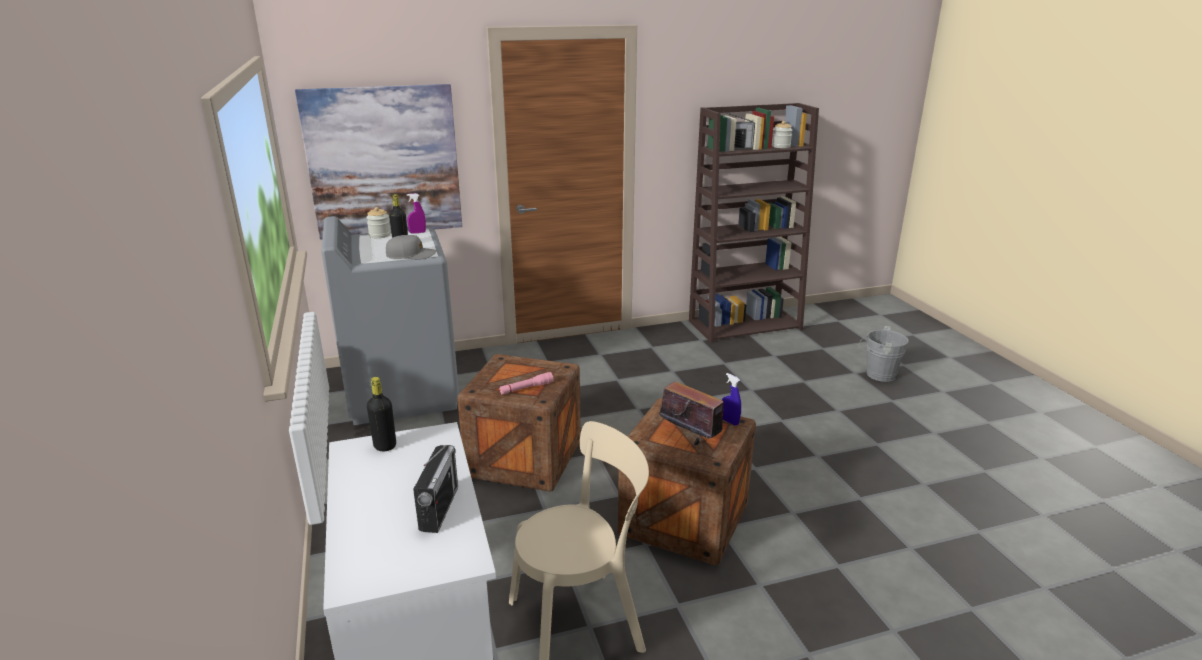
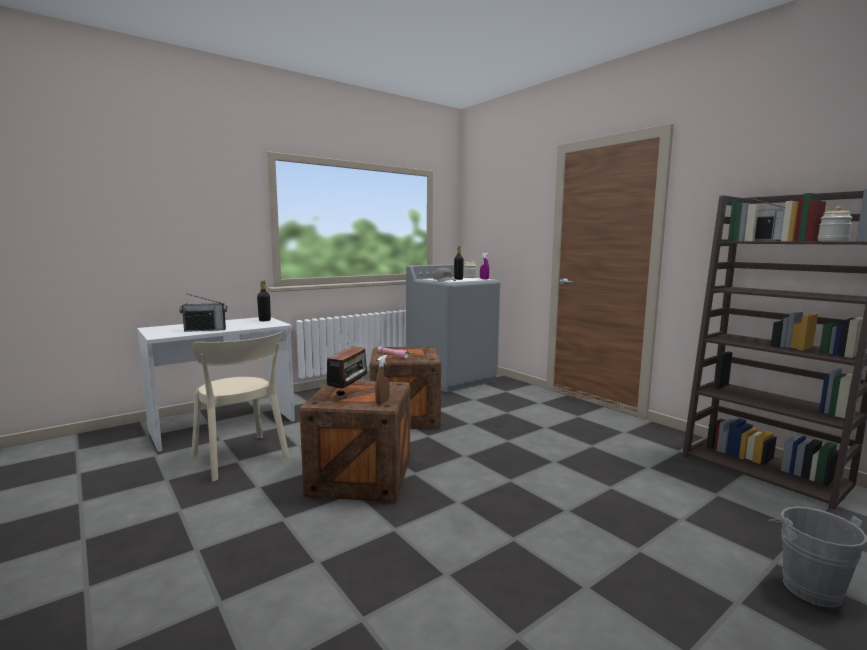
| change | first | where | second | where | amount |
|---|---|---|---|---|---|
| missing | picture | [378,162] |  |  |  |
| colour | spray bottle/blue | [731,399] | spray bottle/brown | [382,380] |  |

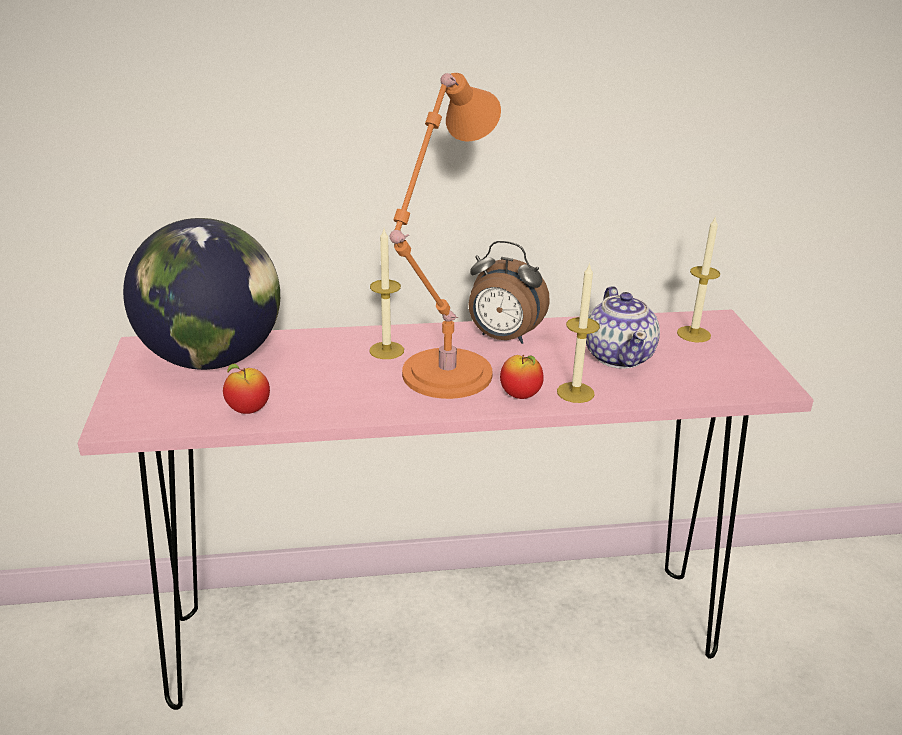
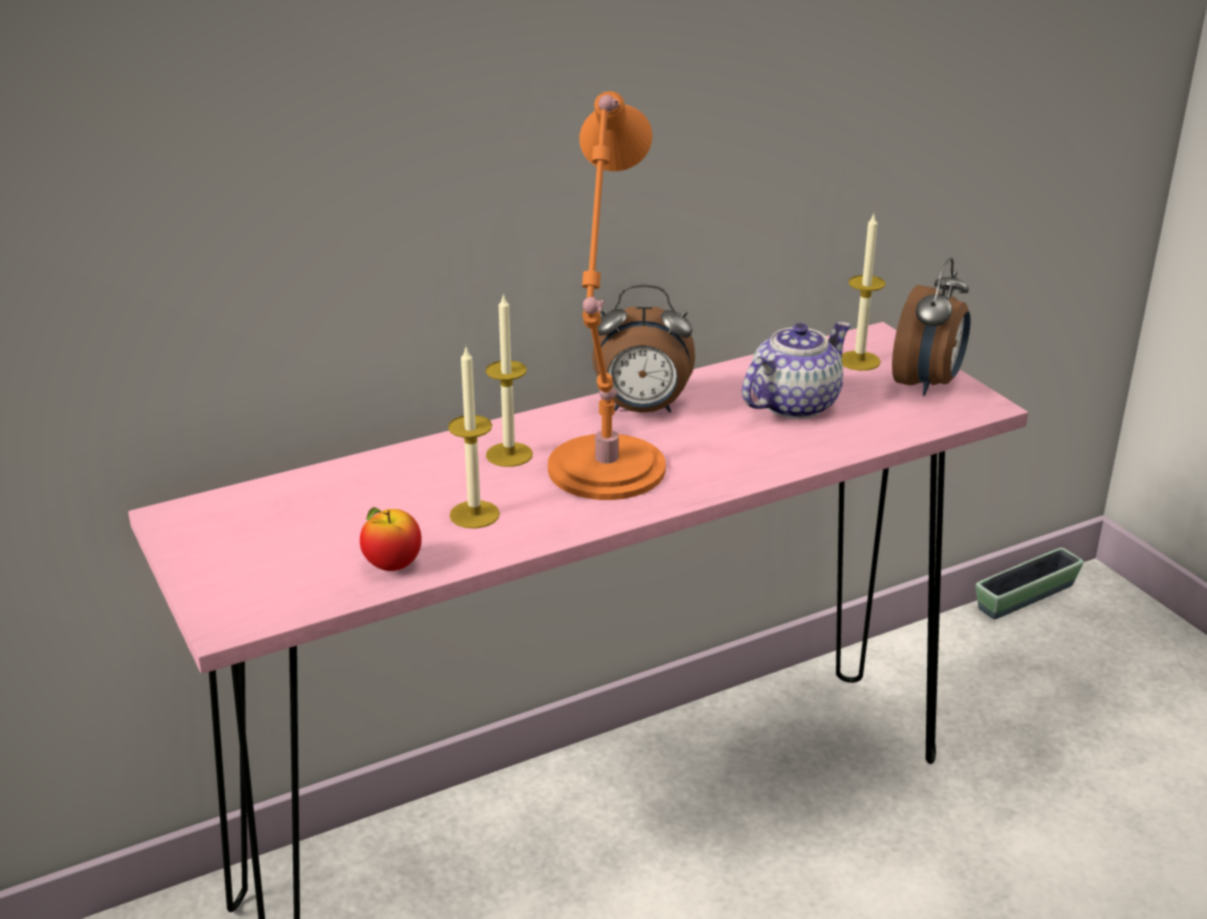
| change | first | where | second | where | amount |
|---|---|---|---|---|---|
| missing | globe | [201,294] |  |  |  |
| missing | apple | [522,377] |  |  |  |
| appeared |  |  | alarm clock | [931,326] |  |
| appeared |  |  | planter | [1030,583] |  |
| relocated | candle | [578,333] |  | [474,437] |  |
| spun | teapot | [623,327] |  | [796,370] | 105 degrees counterclockwise |

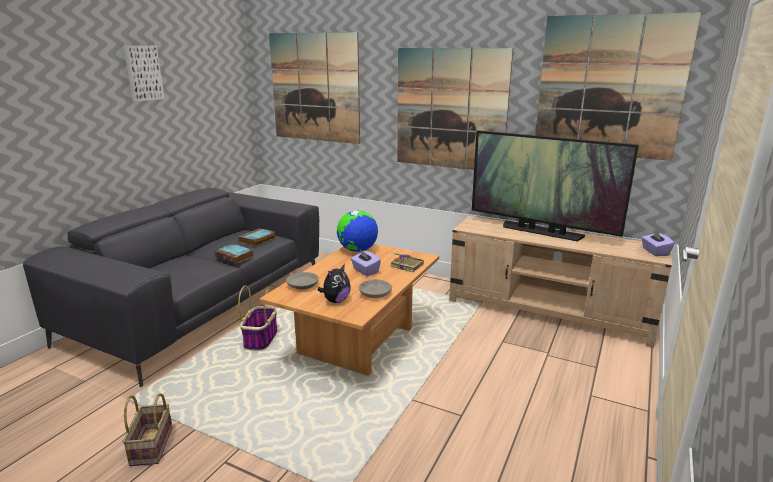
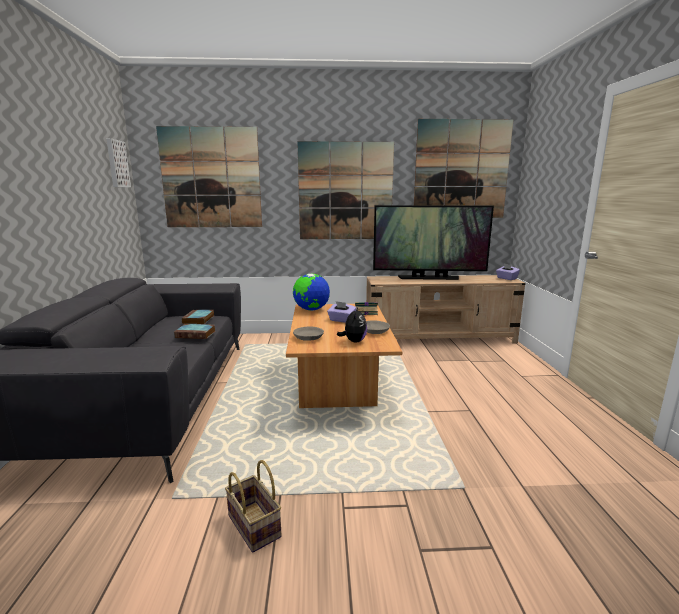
| change | first | where | second | where | amount |
|---|---|---|---|---|---|
| missing | basket | [258,318] |  |  |  |
| relocated | picture | [144,74] |  | [118,162] |  |

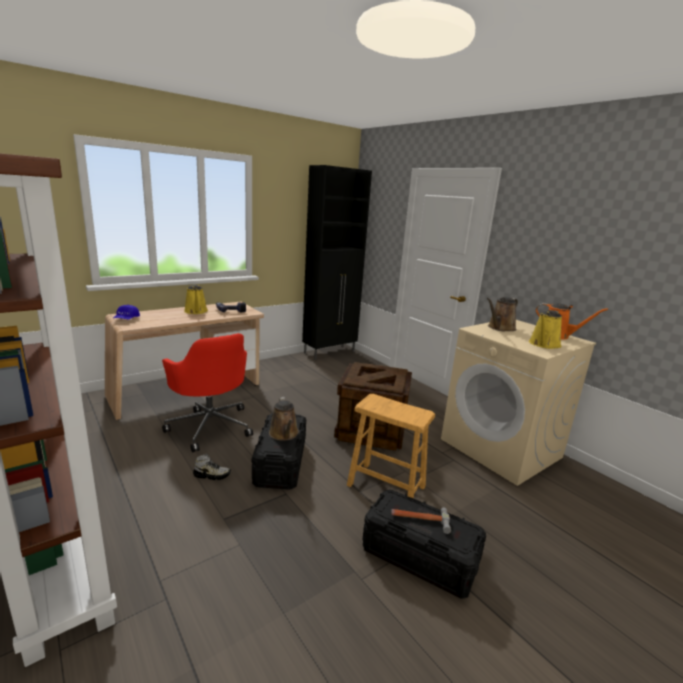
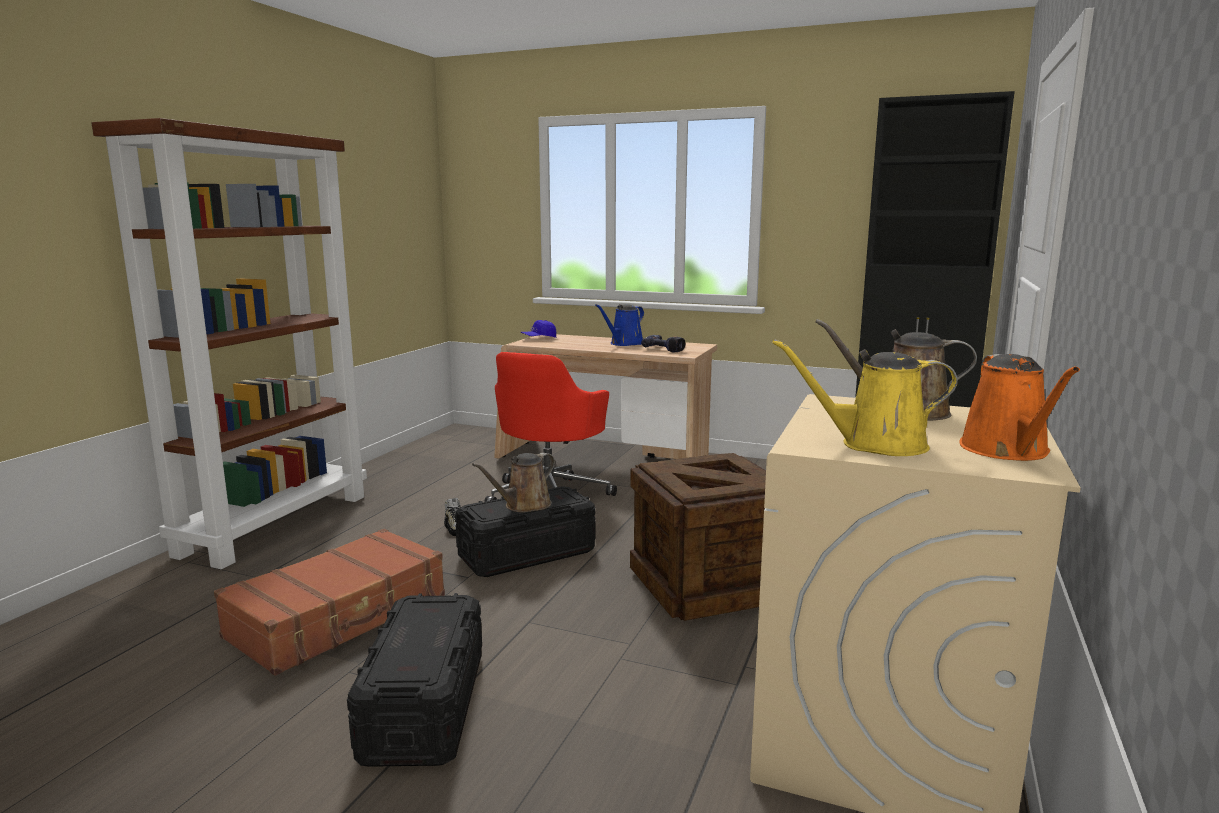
| change | first | where | second | where | amount |
|---|---|---|---|---|---|
| missing | stool/brown | [391,446] |  |  |  |
| missing | hammer | [421,520] |  |  |  |
| appeared |  |  | suitcase/brown | [329,602] |  |
| colour | watering can/yellow | [196,299] | watering can/blue | [619,325] |  |

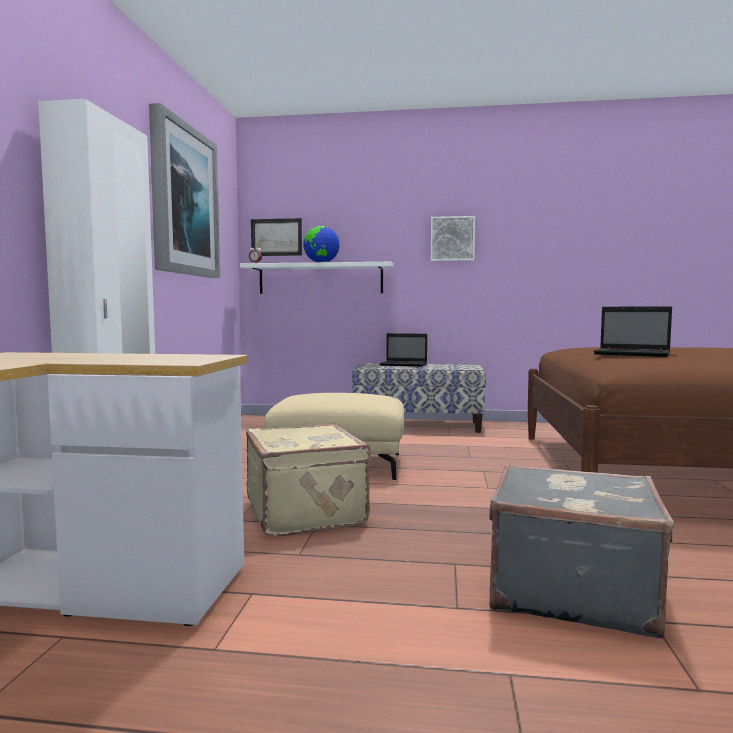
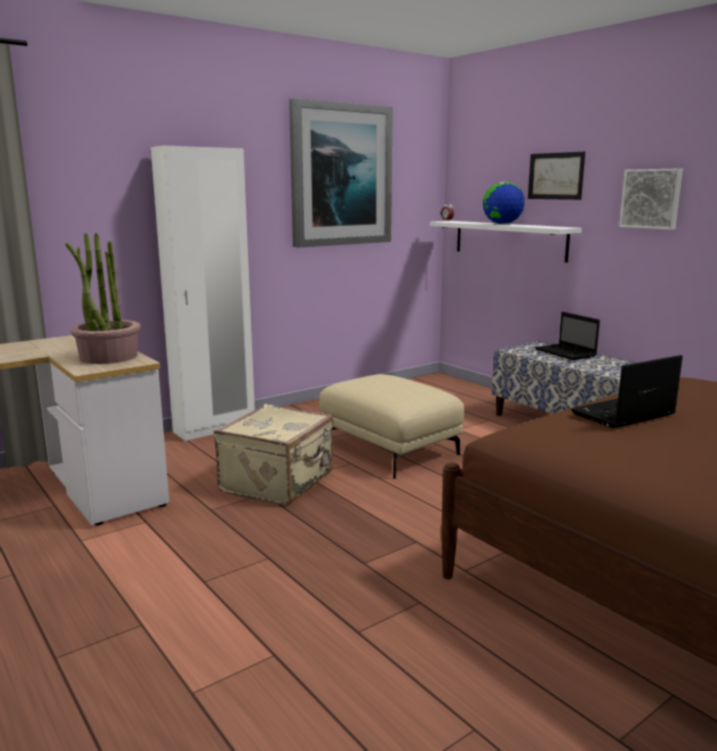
| change | first | where | second | where | amount |
|---|---|---|---|---|---|
| missing | suitcase/grey | [581,551] |  |  |  |
| appeared |  |  | potted plant | [103,298] |  |
| relocated | picture | [276,237] |  | [556,176] |  |
| spun | laptop | [632,331] |  | [627,391] | 75 degrees clockwise |

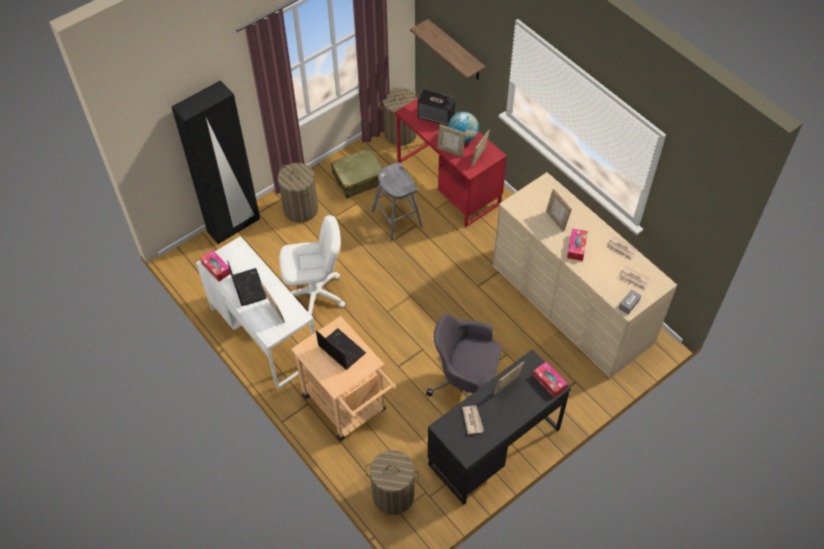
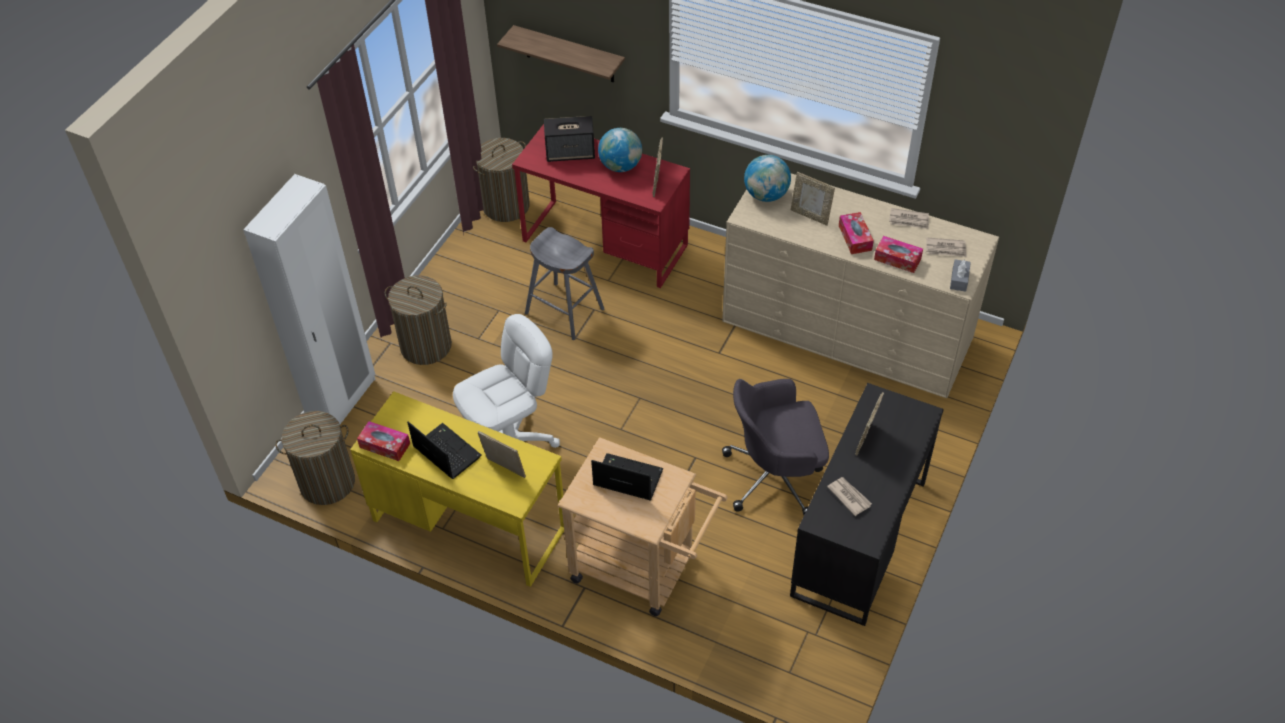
| change | first | where | second | where | amount |
|---|---|---|---|---|---|
| missing | suitcase/beige | [356,172] |  |  |  |
| missing | picture frame | [451,140] |  |  |  |
| appeared |  |  | globe | [767,178] |  |
| relocated | laundry basket | [392,482] |  | [315,458] |  |
| relocated | tissue box | [550,380] |  | [898,254] |  |
| colour | wardrobe/black | [216,162] | wardrobe/white | [309,299] |  |
| colour | desk/white | [255,312] | desk/yellow | [457,489] |  |

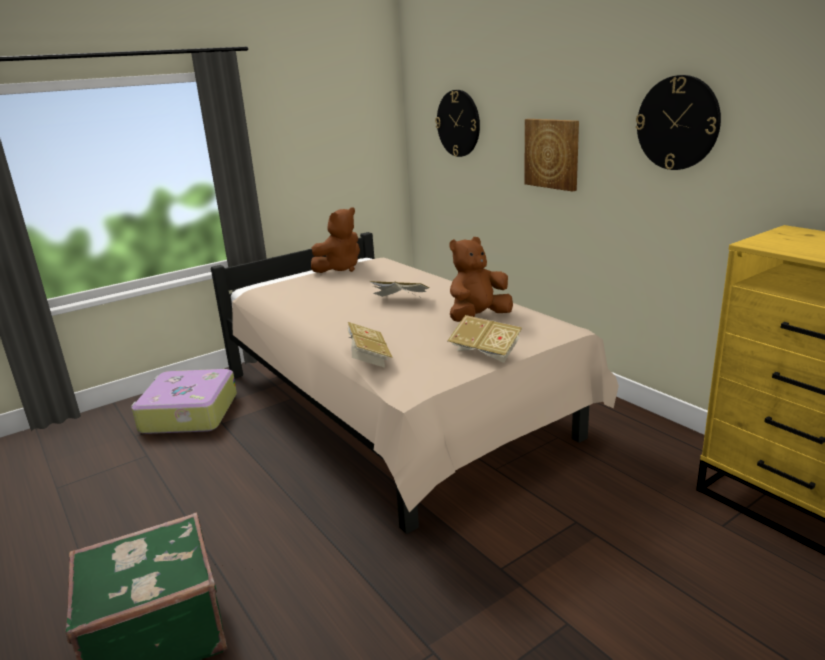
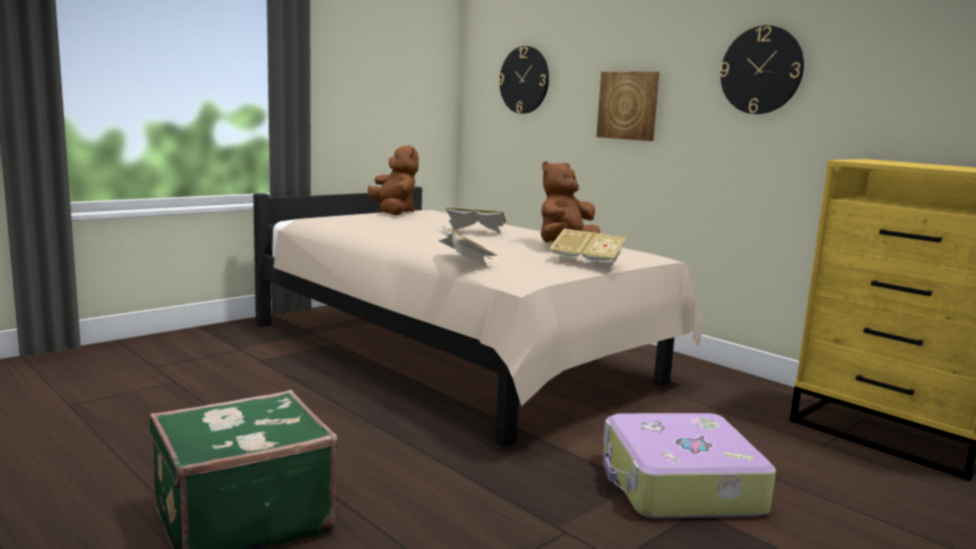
| change | first | where | second | where | amount |
|---|---|---|---|---|---|
| relocated | suitcase | [184,401] |  | [689,466] |  |
| spun | plush toy/brown | [335,240] |  | [393,180] | 60 degrees counterclockwise |

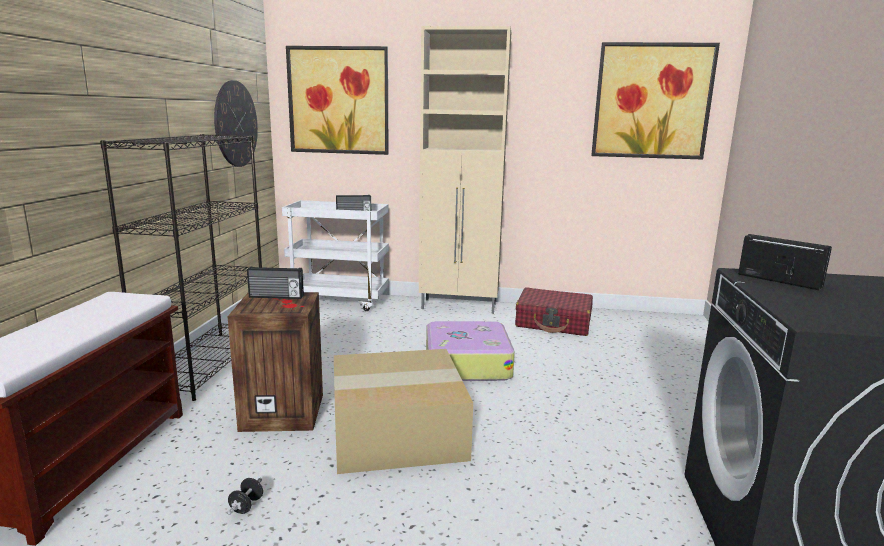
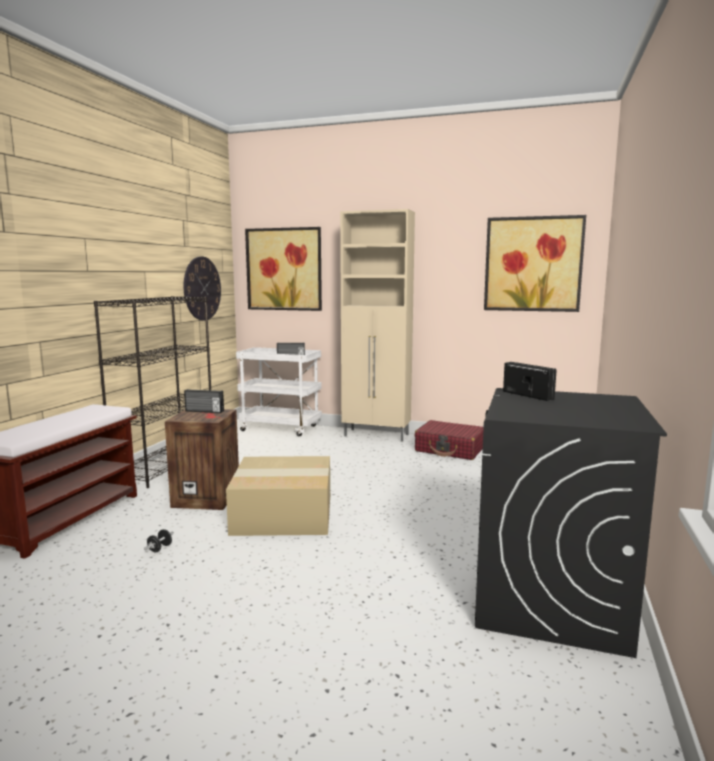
| change | first | where | second | where | amount |
|---|---|---|---|---|---|
| missing | suitcase | [470,351] |  |  |  |

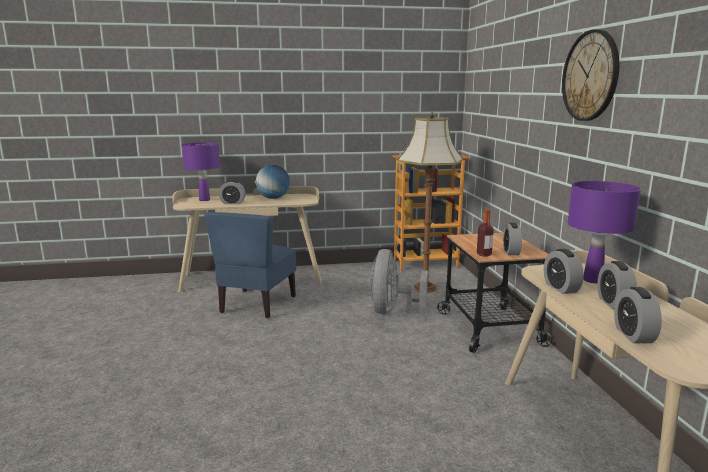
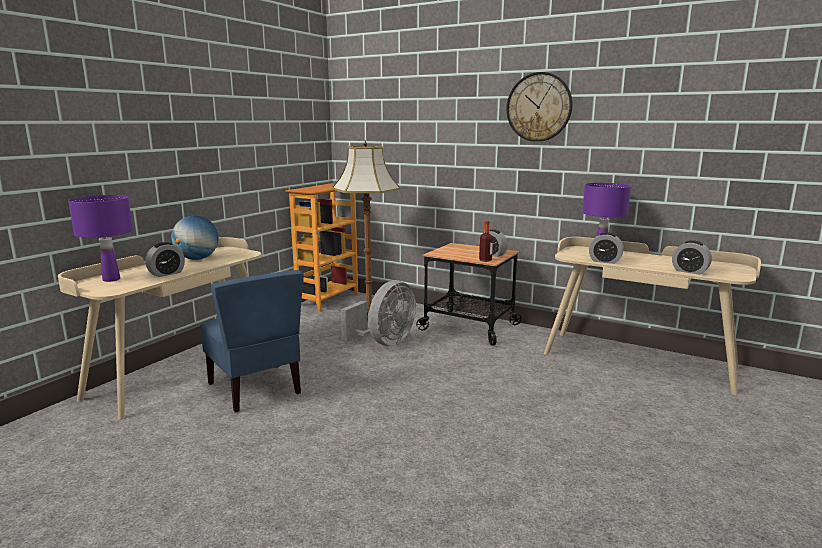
| change | first | where | second | where | amount |
|---|---|---|---|---|---|
| missing | alarm clock | [617,285] |  |  |  |
| spun | fan/grey | [399,281] |  | [378,313] | 105 degrees counterclockwise |

